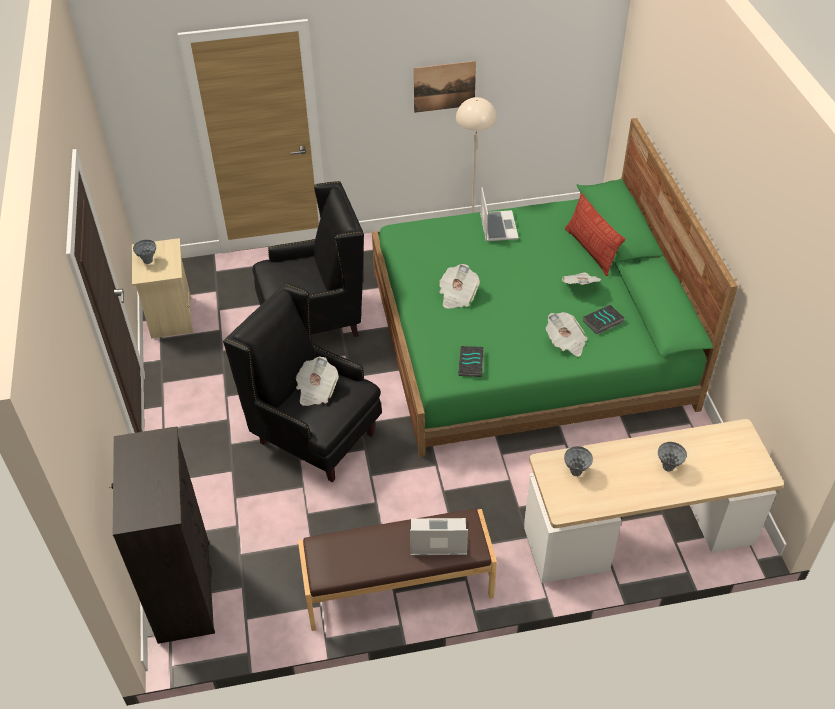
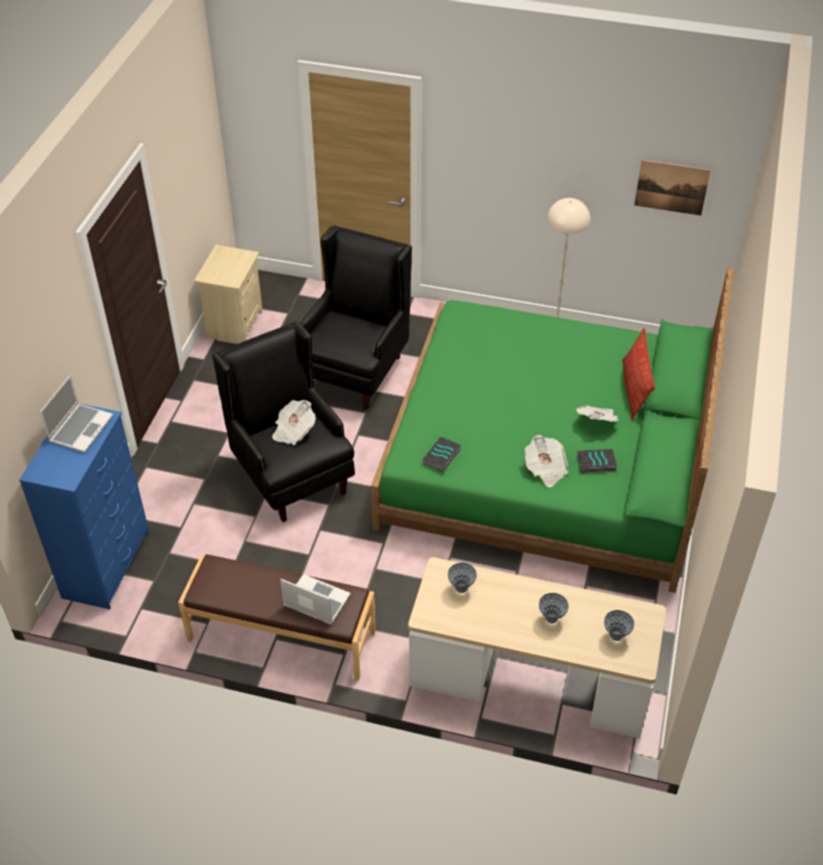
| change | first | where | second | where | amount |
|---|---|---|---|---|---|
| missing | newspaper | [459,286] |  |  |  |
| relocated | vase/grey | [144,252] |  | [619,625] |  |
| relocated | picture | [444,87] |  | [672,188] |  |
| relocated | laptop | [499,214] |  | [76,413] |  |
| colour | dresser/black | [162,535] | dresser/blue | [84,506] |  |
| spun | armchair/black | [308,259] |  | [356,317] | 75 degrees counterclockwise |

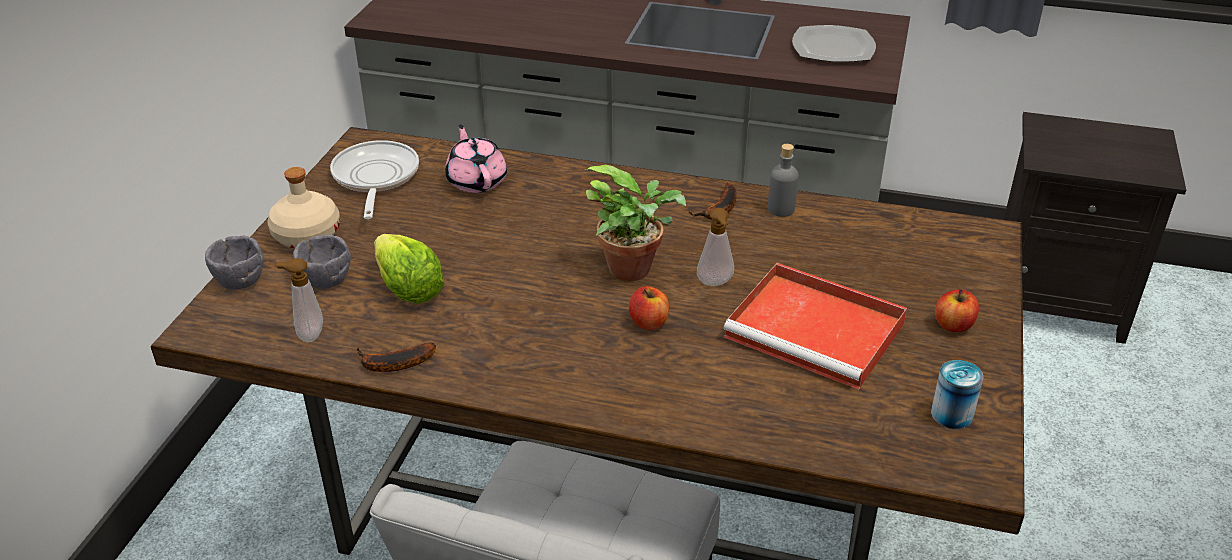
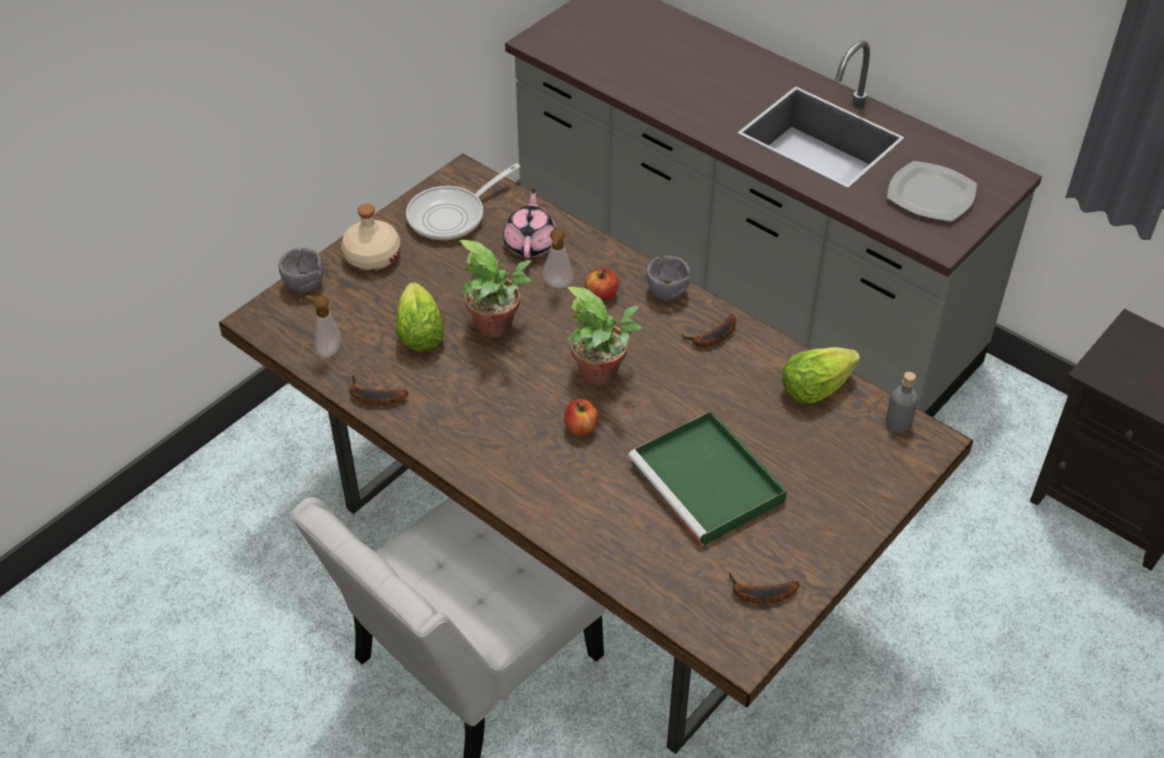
| change | first | where | second | where | amount |
|---|---|---|---|---|---|
| appeared |  |  | potted plant | [494,289] |  |
| appeared |  |  | lettuce | [821,375] |  |
| relocated | bowl/grey | [322,261] |  | [668,278] |  |
| relocated | soap dispenser | [715,247] |  | [558,258] |  |
| relocated | bottle/grey | [783,180] |  | [901,402] |  |
| relocated | apple | [957,310] |  | [602,284] |  |
| exchanged | can | [957,394] | banana | [764,587] |  |
| colour | tray/red | [815,326] | tray/green | [707,478] |  |
| spun | frying pan | [374,179] |  | [463,201] | 150 degrees counterclockwise |

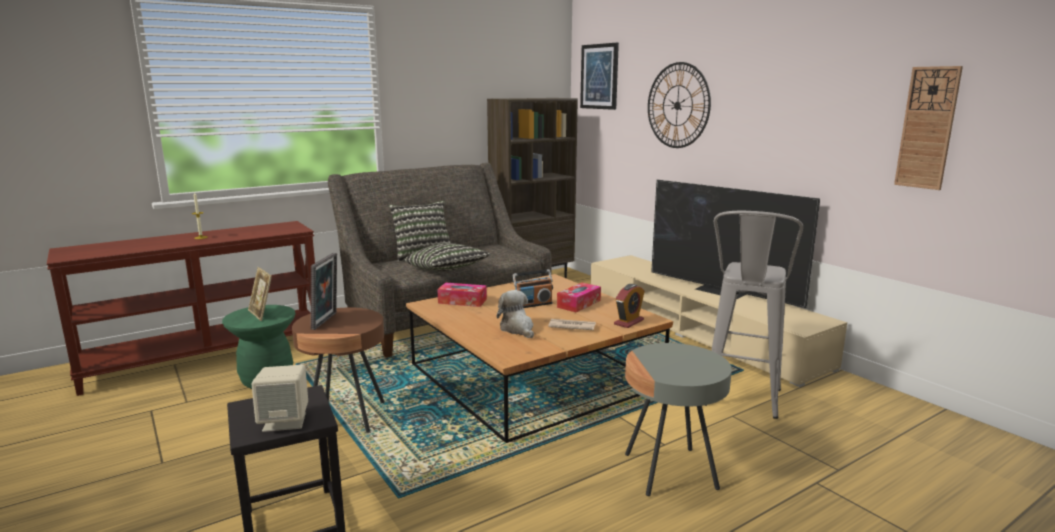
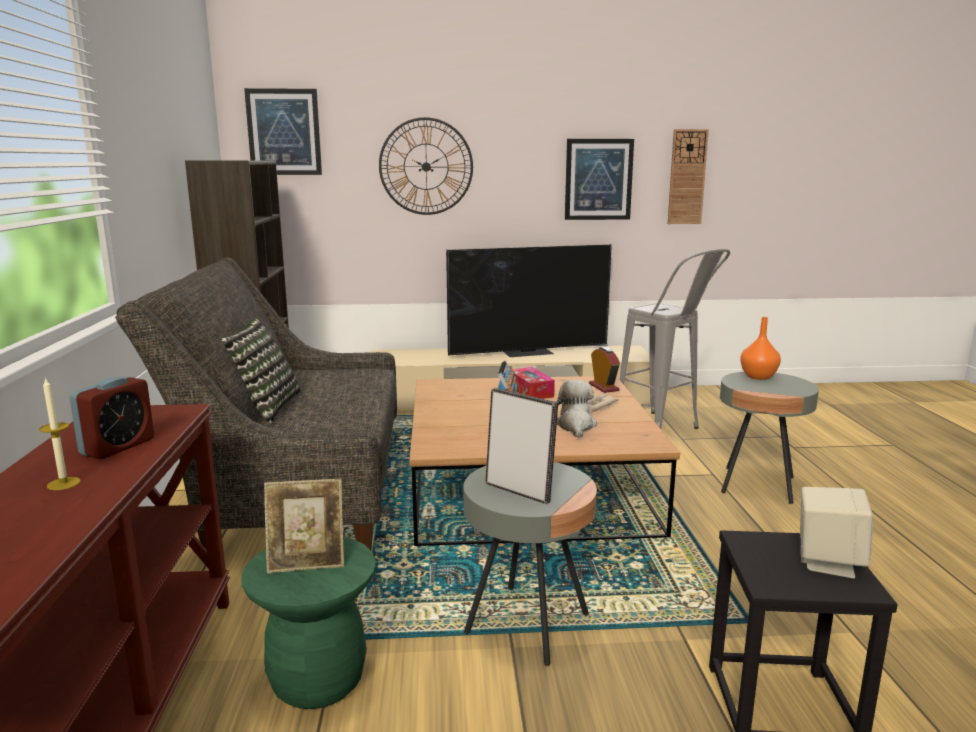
| change | first | where | second | where | amount |
|---|---|---|---|---|---|
| missing | pillow | [448,257] |  |  |  |
| missing | tissue box | [462,294] |  |  |  |
| appeared |  |  | alarm clock | [111,417] |  |
| appeared |  |  | picture | [599,179] |  |
| appeared |  |  | vase/orange | [760,348] |  |
| colour | side table/brown | [338,370] | side table/grey | [530,564] |  |
| spun | plush toy | [515,314] |  | [576,409] | 90 degrees clockwise |

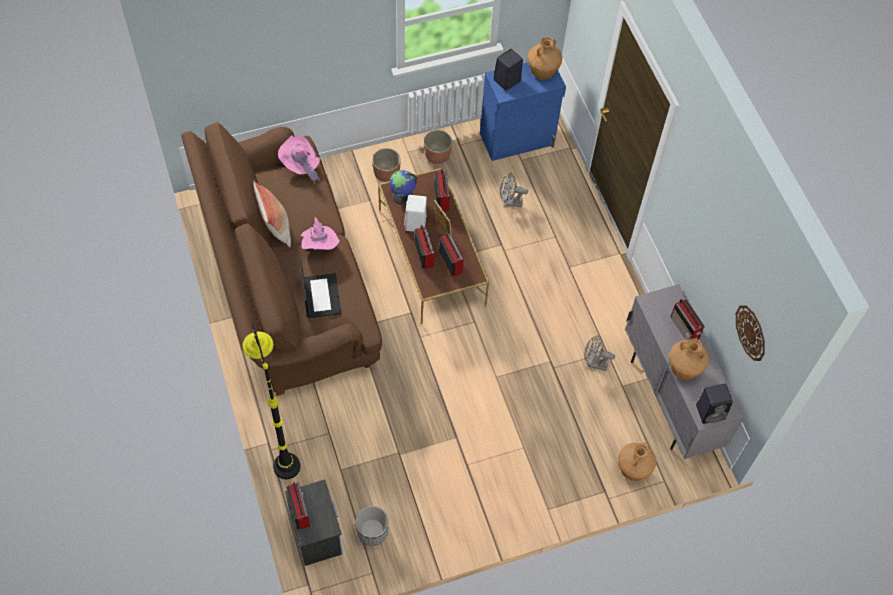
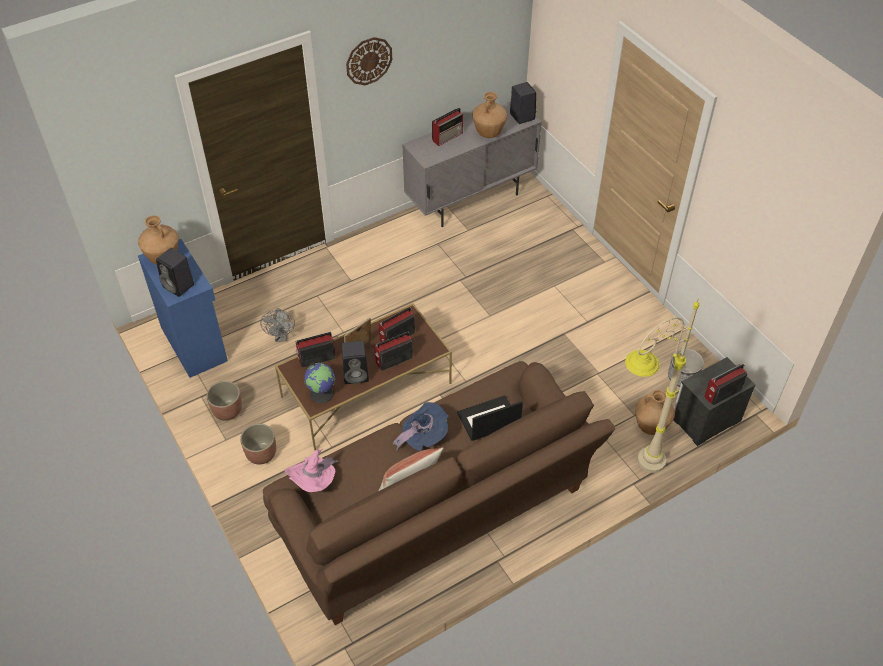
| change | first | where | second | where | amount |
|---|---|---|---|---|---|
| missing | fan/grey | [599,352] |  |  |  |
| relocated | vase/brown | [637,462] |  | [655,412] |  |
| relocated | wall clock | [750,333] |  | [369,61] |  |
| colour | floor lamp/black | [271,401] | floor lamp/beige | [662,386] |  |
| colour | hat/pink | [320,233] | hat/blue | [421,426] |  |
| colour | speaker/white | [415,213] | speaker/black | [355,362] |  |

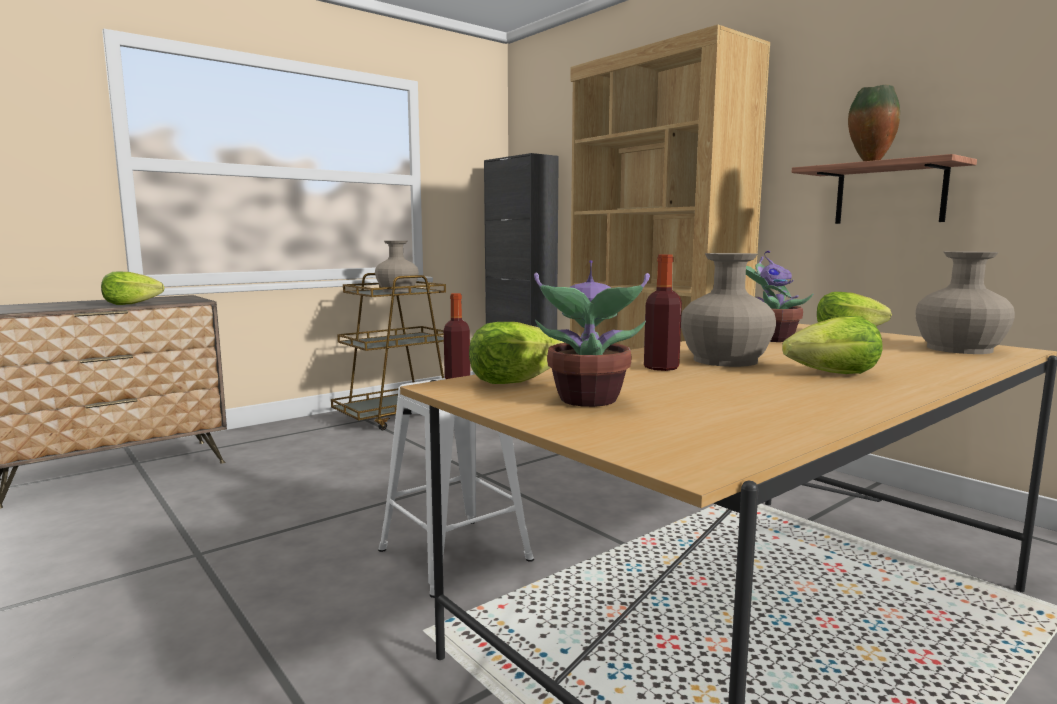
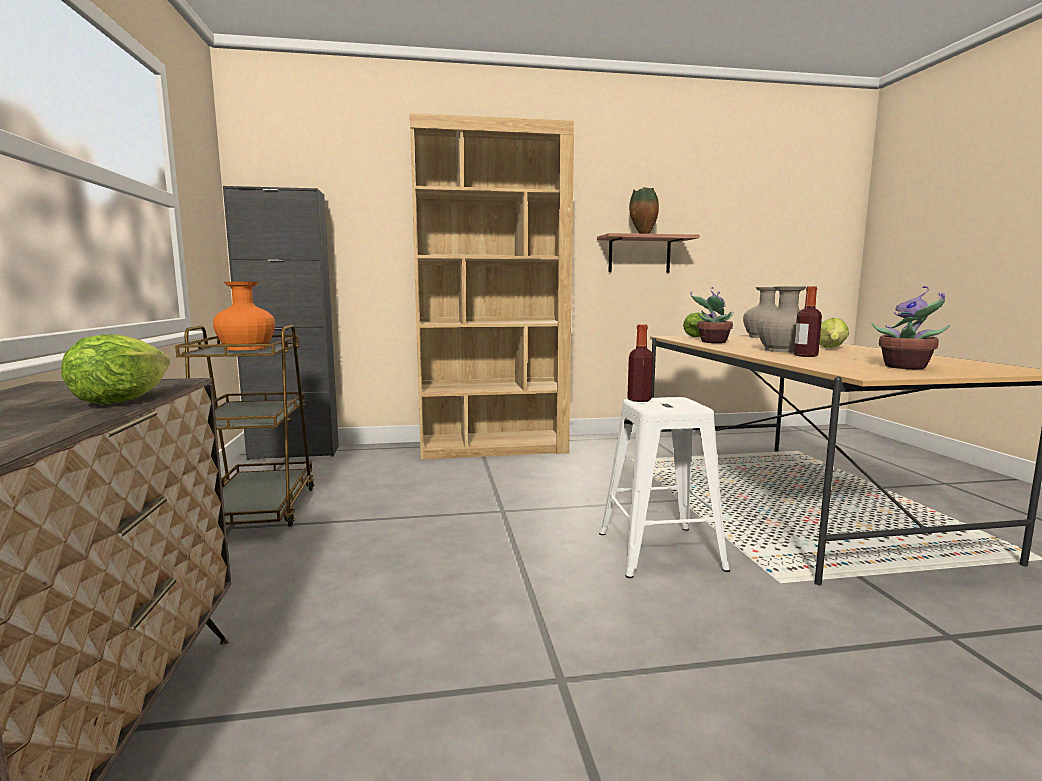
| change | first | where | second | where | amount |
|---|---|---|---|---|---|
| missing | lettuce | [517,353] |  |  |  |
| colour | vase/beige | [397,266] | vase/orange | [244,316] |  |

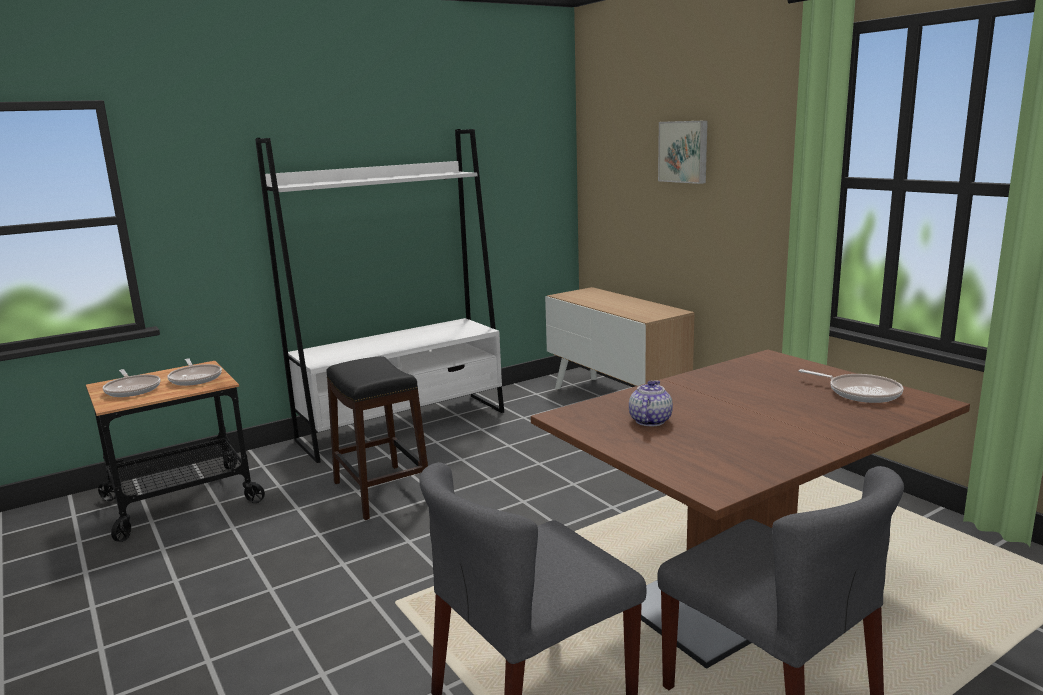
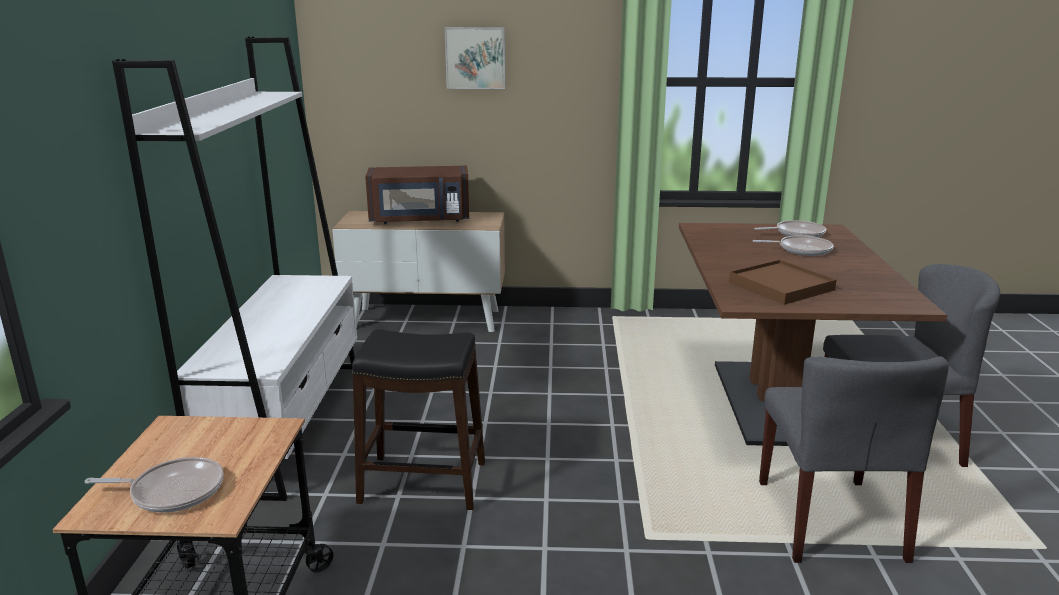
| change | first | where | second | where | amount |
|---|---|---|---|---|---|
| appeared |  |  | microwave/brown | [417,195] |  |
| relocated | frying pan | [194,372] |  | [793,245] |  |
| exchanged | teapot | [651,403] | tray/brown | [783,282] |  |

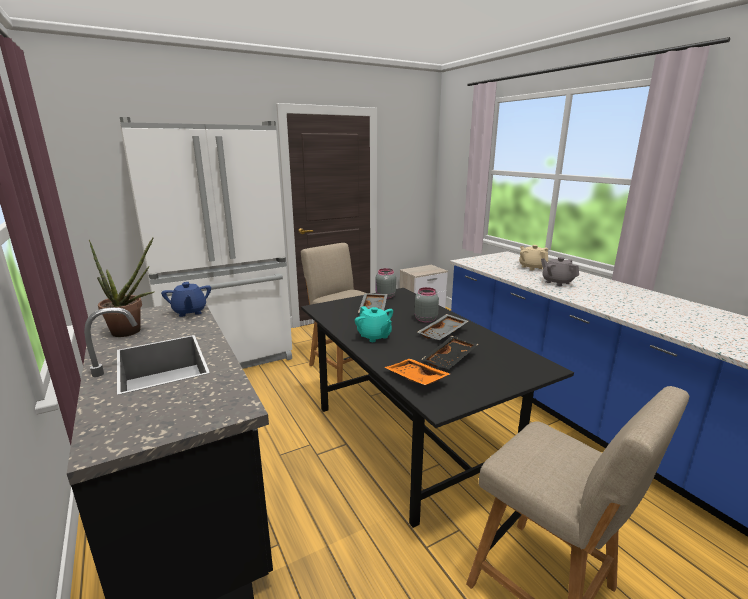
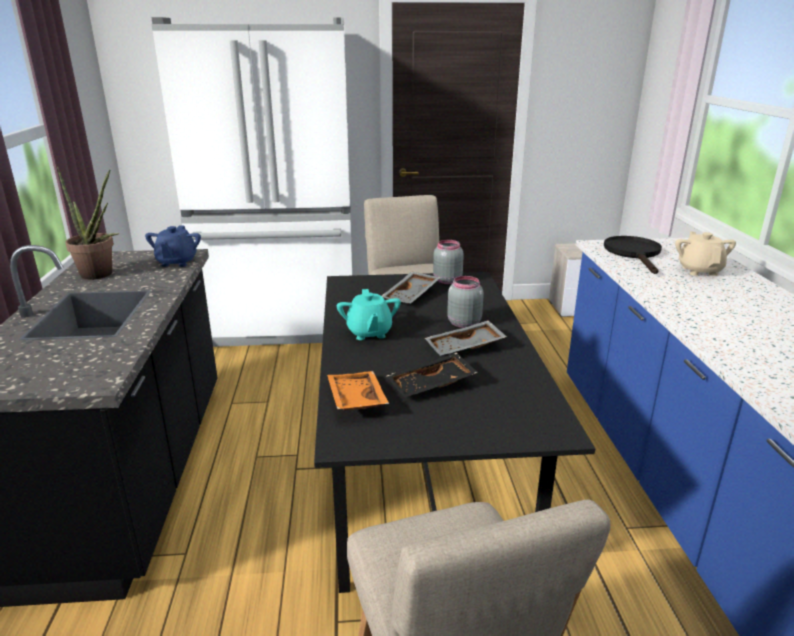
| change | first | where | second | where | amount |
|---|---|---|---|---|---|
| missing | teapot/grey | [560,271] |  |  |  |
| appeared |  |  | frying pan/black | [633,255] |  |

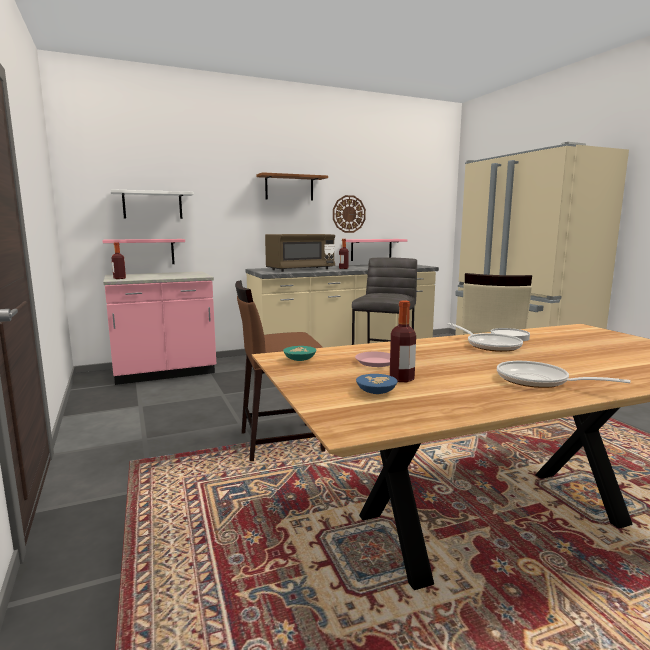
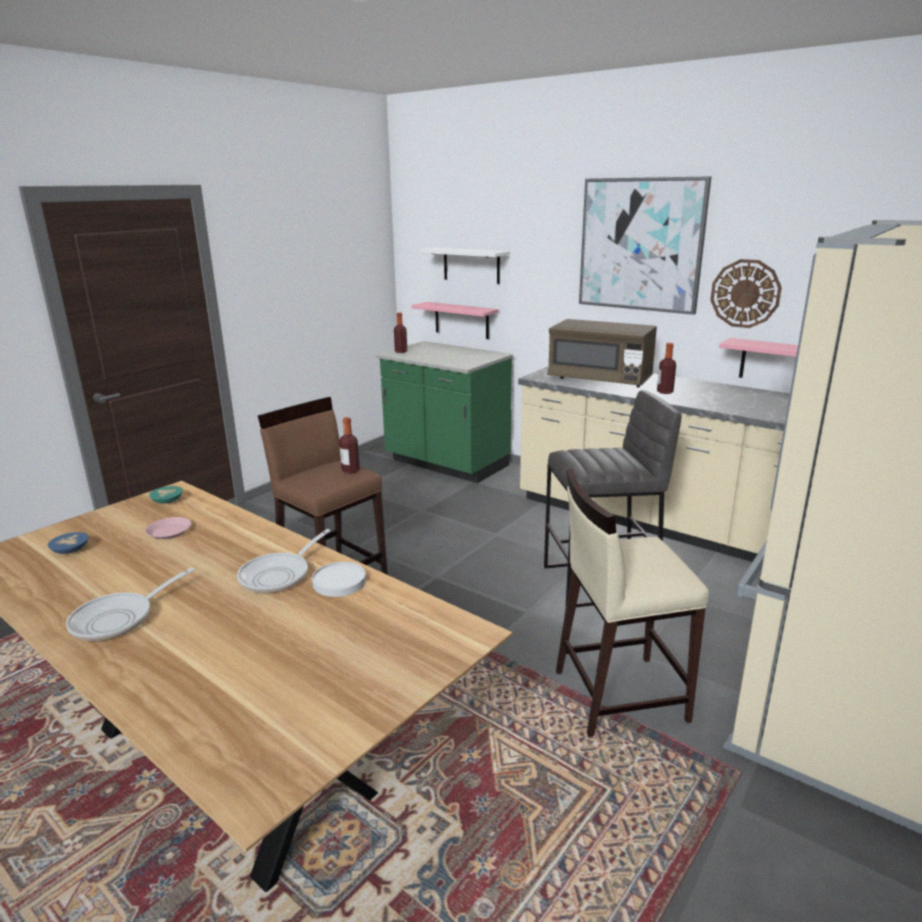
| change | first | where | second | where | amount |
|---|---|---|---|---|---|
| relocated | bottle | [403,341] |  | [349,445] |  |
| exchanged | shelf/brown | [292,186] | picture | [645,245] |  |
| colour | counter/pink | [159,328] | counter/green | [444,412] |  |
| spun | frying pan | [564,374] |  | [130,604] | 150 degrees counterclockwise |

